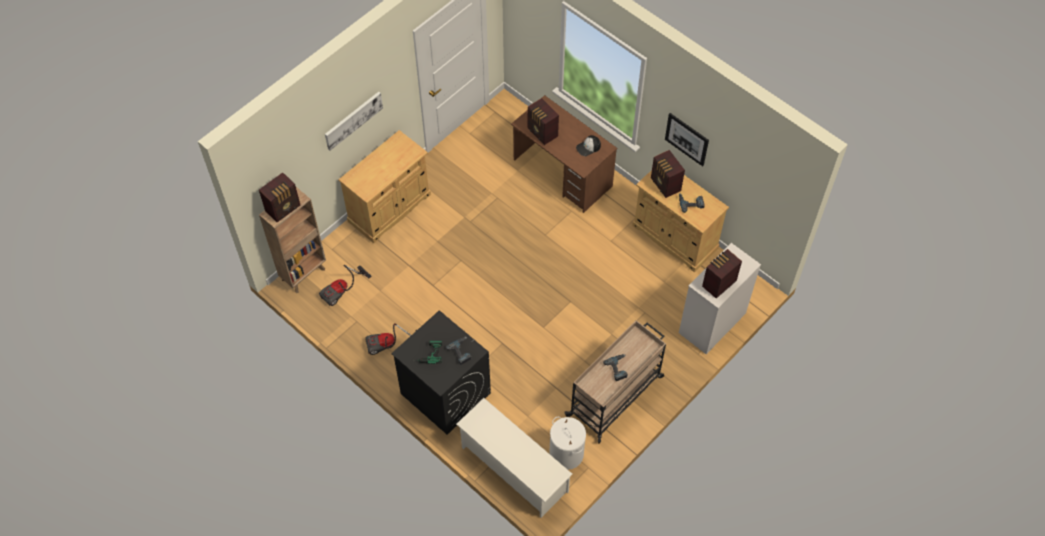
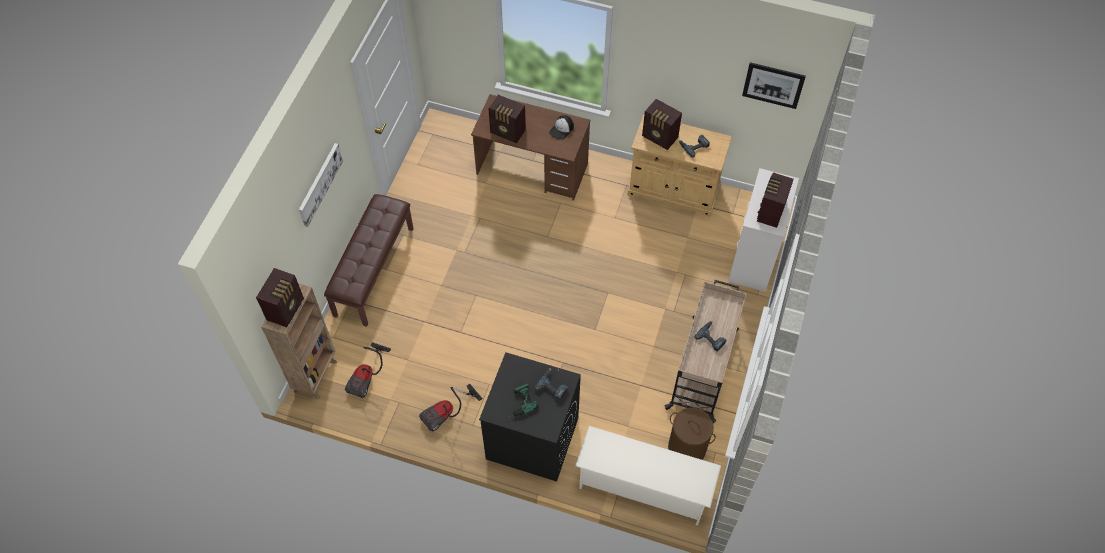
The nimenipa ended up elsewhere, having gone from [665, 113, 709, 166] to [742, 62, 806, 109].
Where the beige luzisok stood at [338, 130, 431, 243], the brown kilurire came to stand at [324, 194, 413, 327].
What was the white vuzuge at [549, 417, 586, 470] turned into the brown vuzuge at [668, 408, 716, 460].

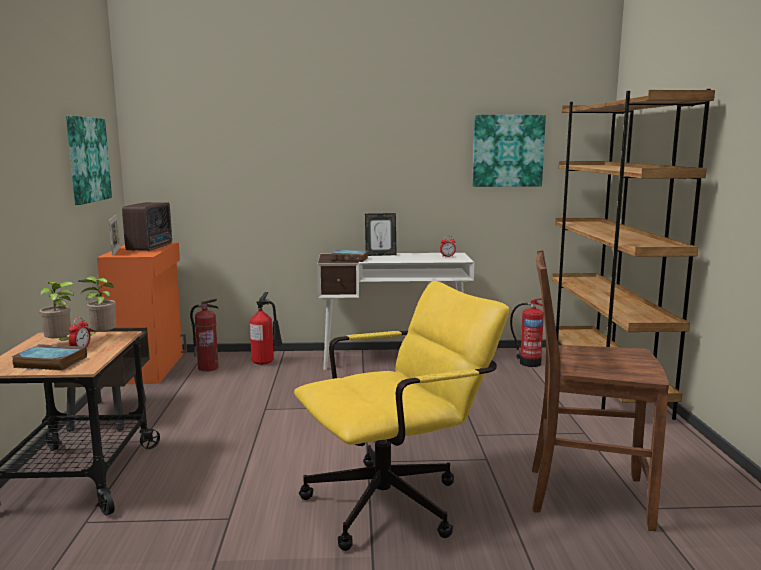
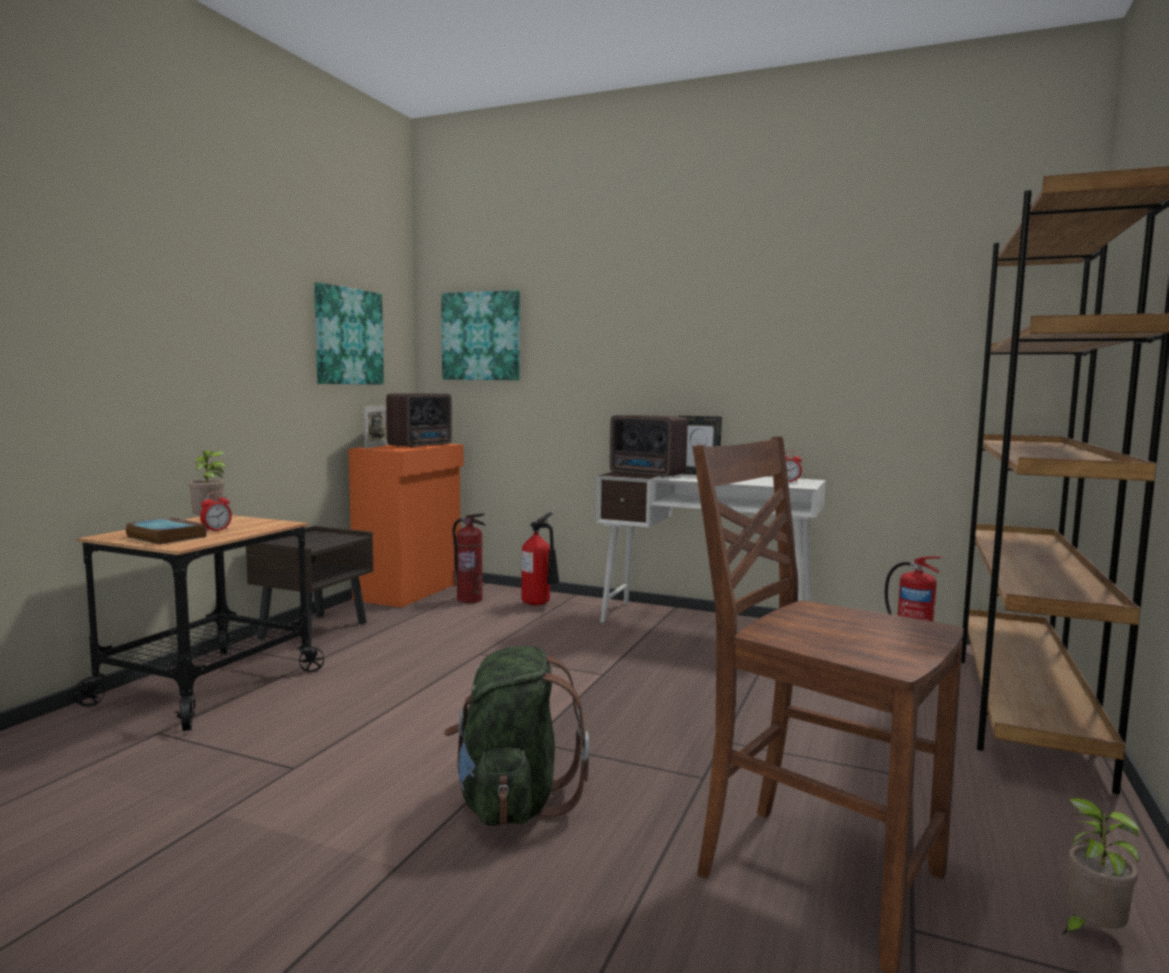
The nimenipa ended up elsewhere, having gone from [472, 115, 546, 187] to [441, 290, 520, 380].
Where the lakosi stood at [331, 250, 368, 262], the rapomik came to stand at [610, 415, 688, 478].
The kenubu ended up elsewhere, having gone from [77, 276, 116, 336] to [1061, 798, 1140, 935].
Where the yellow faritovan stood at [294, 281, 509, 551], the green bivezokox came to stand at [444, 646, 589, 826].

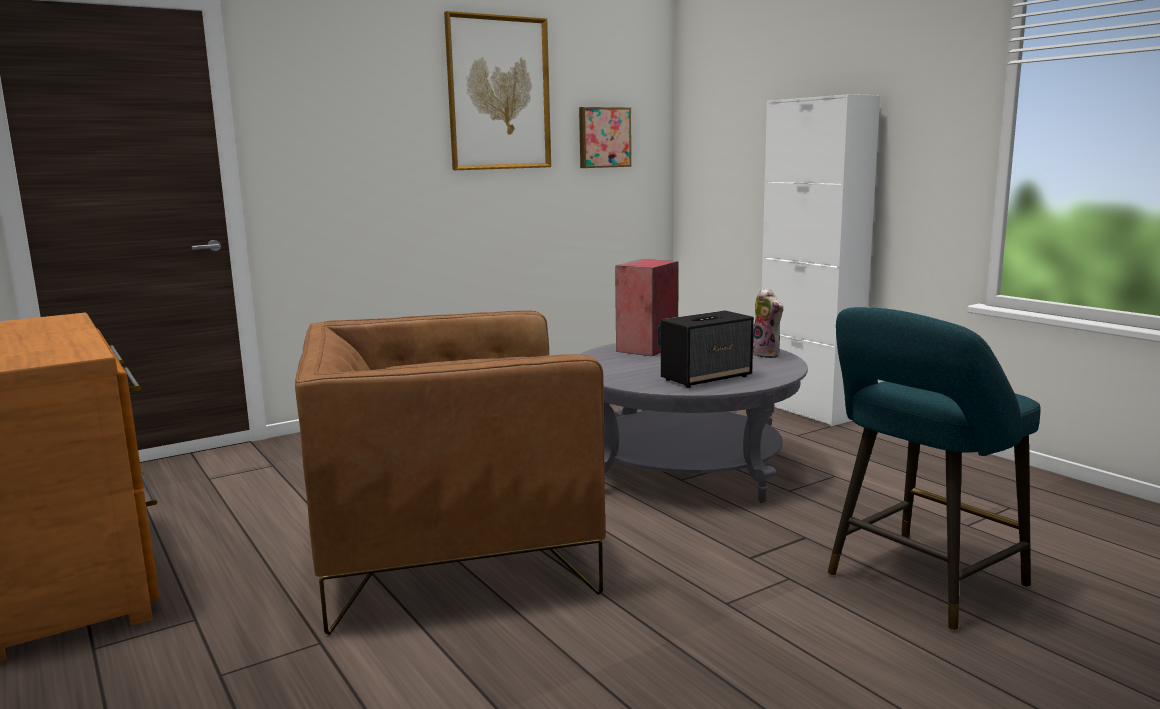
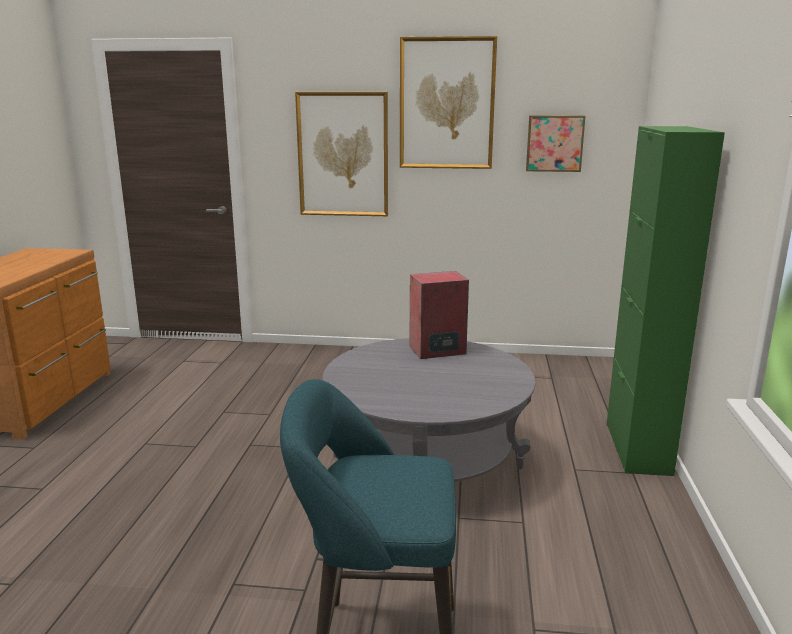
What was the white luzisok at [762, 94, 880, 426] turned into the green luzisok at [606, 126, 725, 476].
The second view lost the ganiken at [753, 288, 784, 358].
The second view lost the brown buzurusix at [295, 310, 605, 635].
The second view lost the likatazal at [661, 311, 754, 388].
The second view gained the nimenipa at [295, 92, 388, 216].

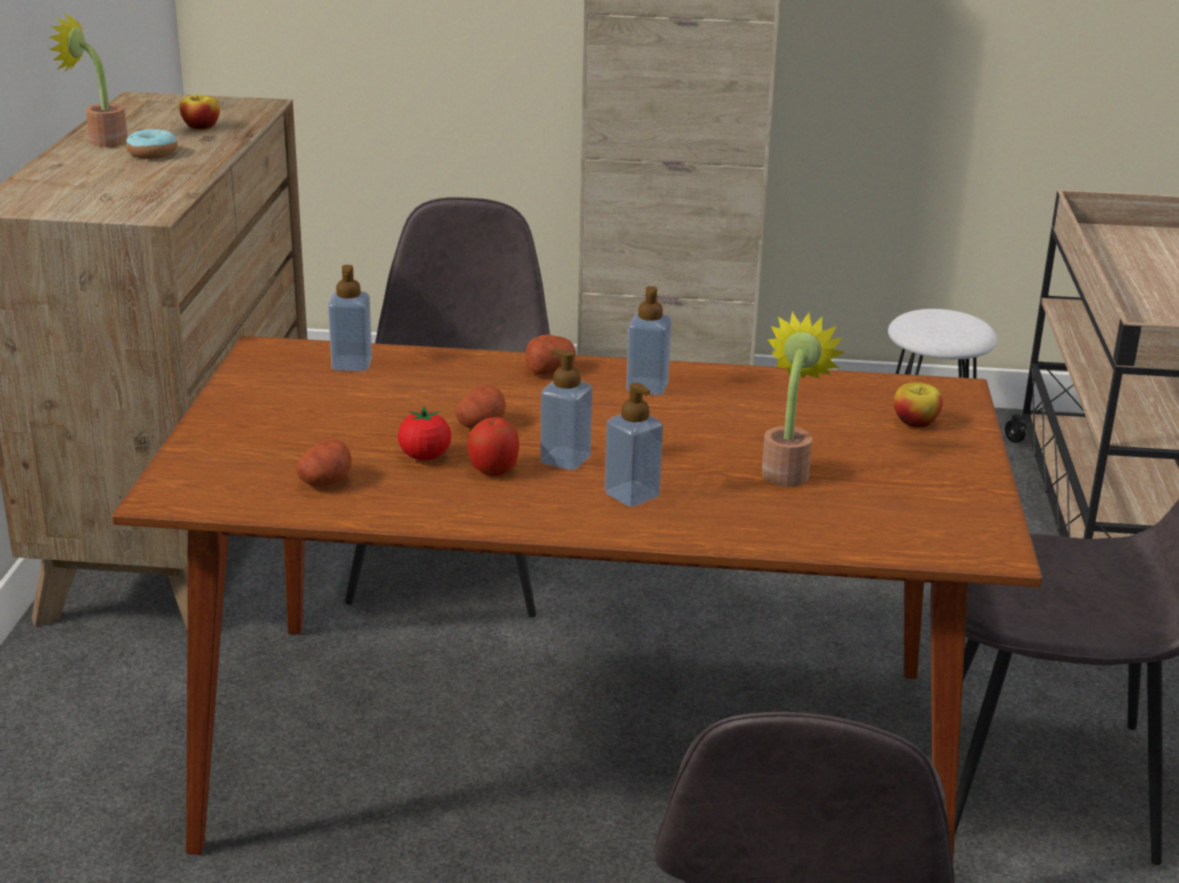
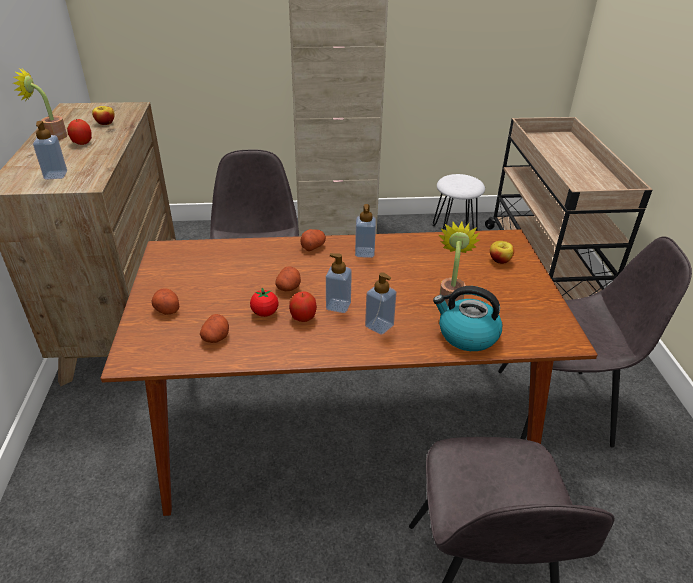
Where the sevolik stood at [126, 129, 177, 159], the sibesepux came to stand at [67, 119, 92, 145].
The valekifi ended up elsewhere, having gone from [328, 265, 372, 371] to [33, 121, 67, 180].
The second view gained the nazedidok at [433, 286, 502, 351].
The second view gained the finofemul at [152, 288, 180, 315].

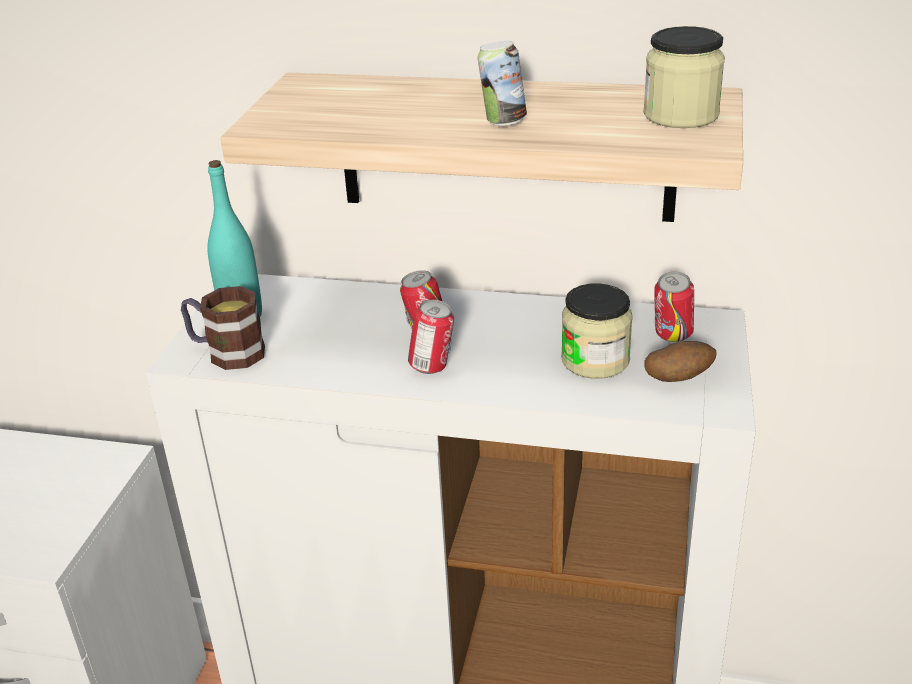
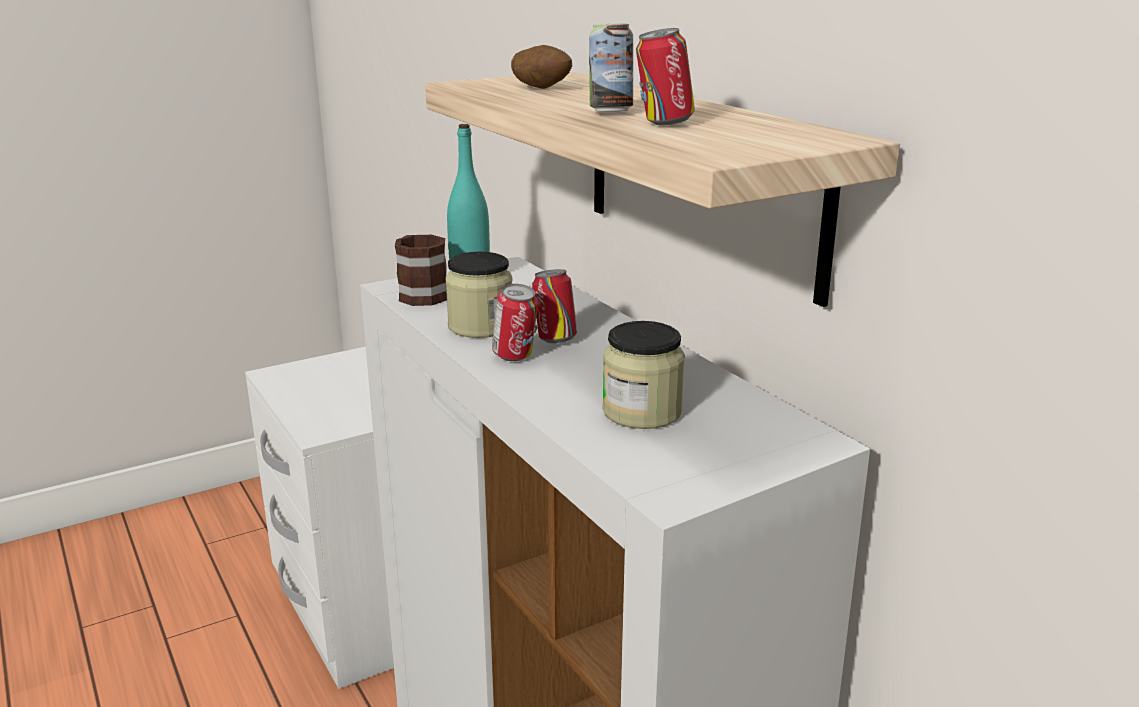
The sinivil ended up elsewhere, having gone from [643, 26, 725, 128] to [445, 252, 512, 338].
The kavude ended up elsewhere, having gone from [654, 272, 694, 342] to [636, 28, 695, 125].
The finofemul ended up elsewhere, having gone from [644, 341, 717, 382] to [511, 45, 572, 89].

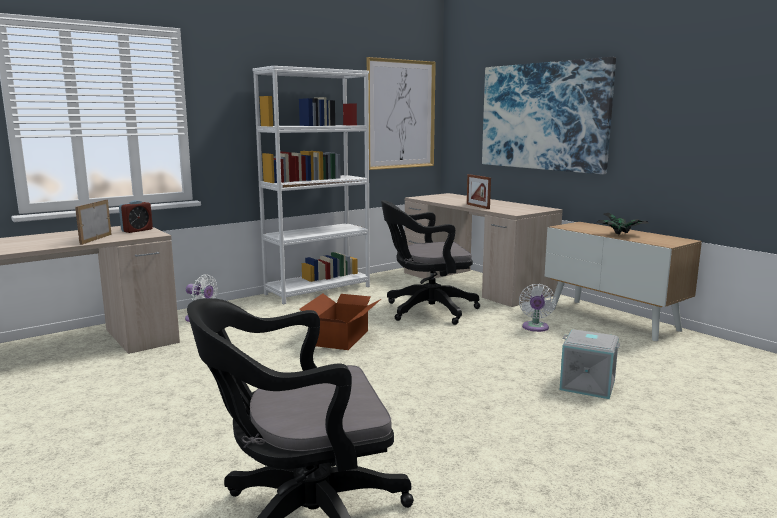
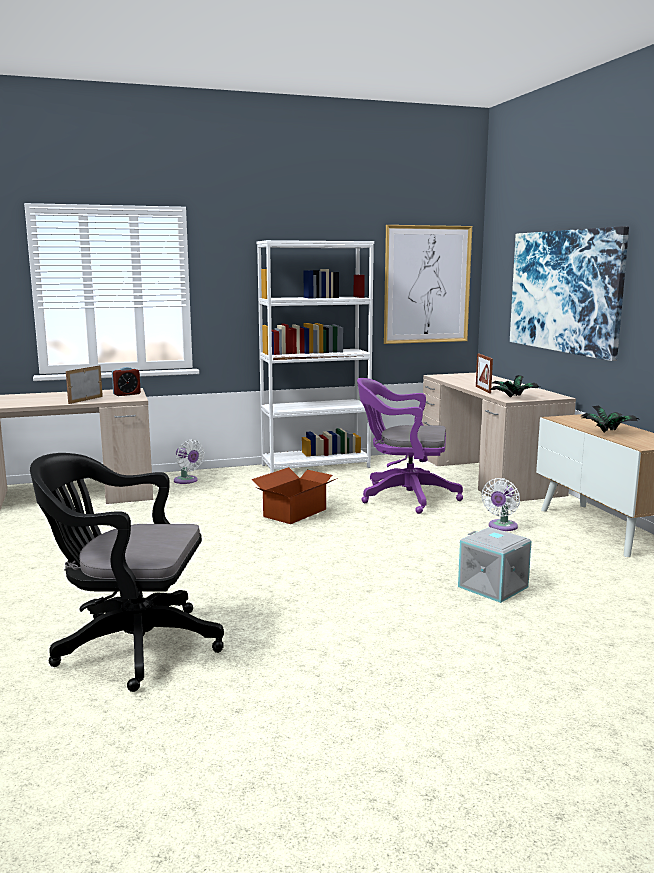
What was the black faritovan at [381, 200, 480, 325] turned into the purple faritovan at [357, 378, 463, 514].
The second view gained the kenubu at [490, 375, 540, 398].

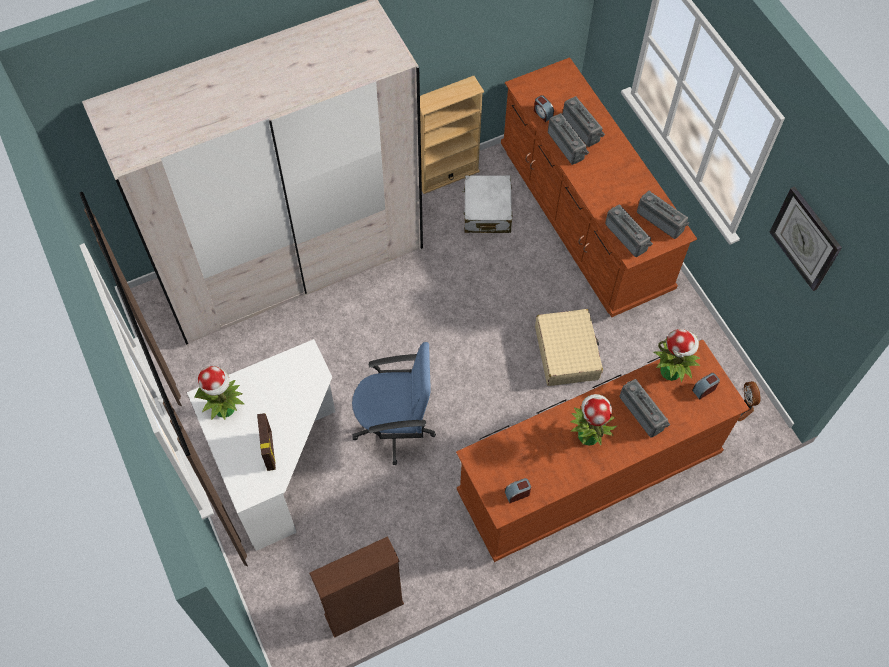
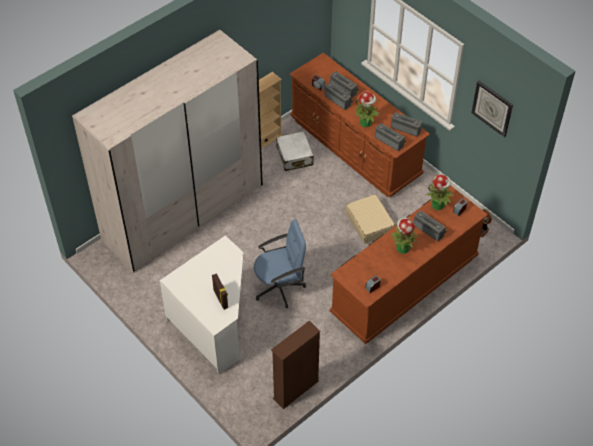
The kenubu ended up elsewhere, having gone from [194, 366, 244, 420] to [354, 91, 380, 127].

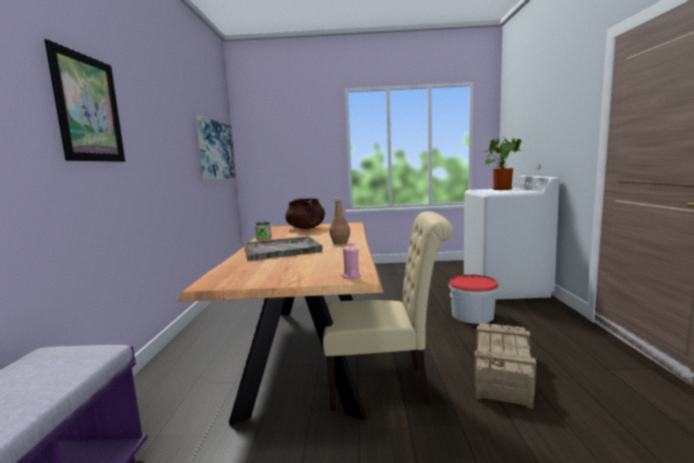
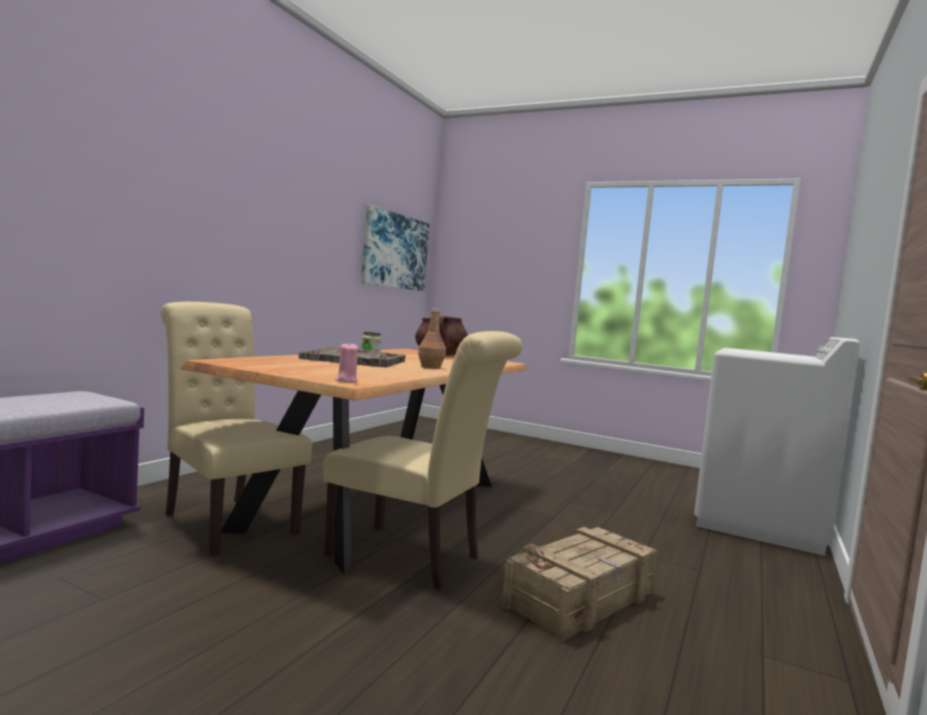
The second view lost the nimenipa at [44, 39, 125, 162].
The second view lost the kenubu at [483, 137, 522, 190].
The second view lost the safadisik at [449, 274, 499, 324].
The second view gained the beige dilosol at [161, 302, 312, 556].

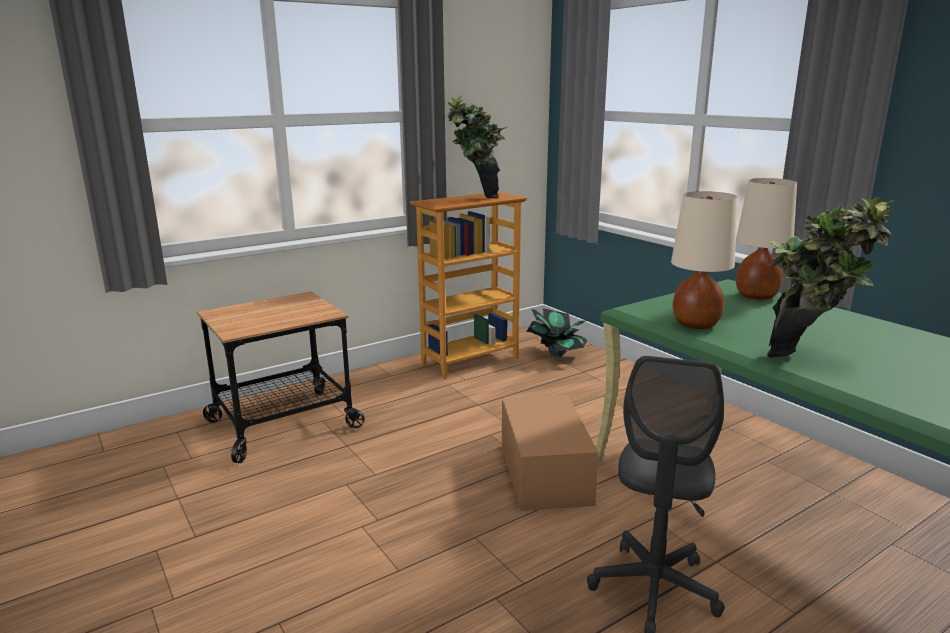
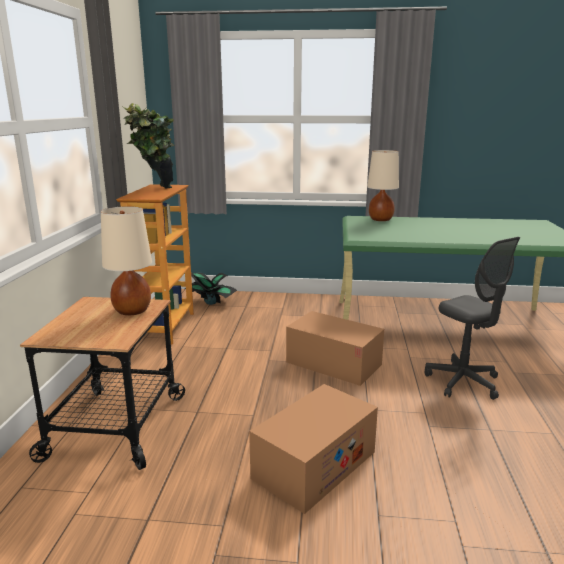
The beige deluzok ended up elsewhere, having gone from [671, 191, 737, 329] to [101, 206, 152, 315].
The second view lost the kenubu at [767, 197, 895, 358].
The second view gained the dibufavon at [249, 384, 378, 514].

